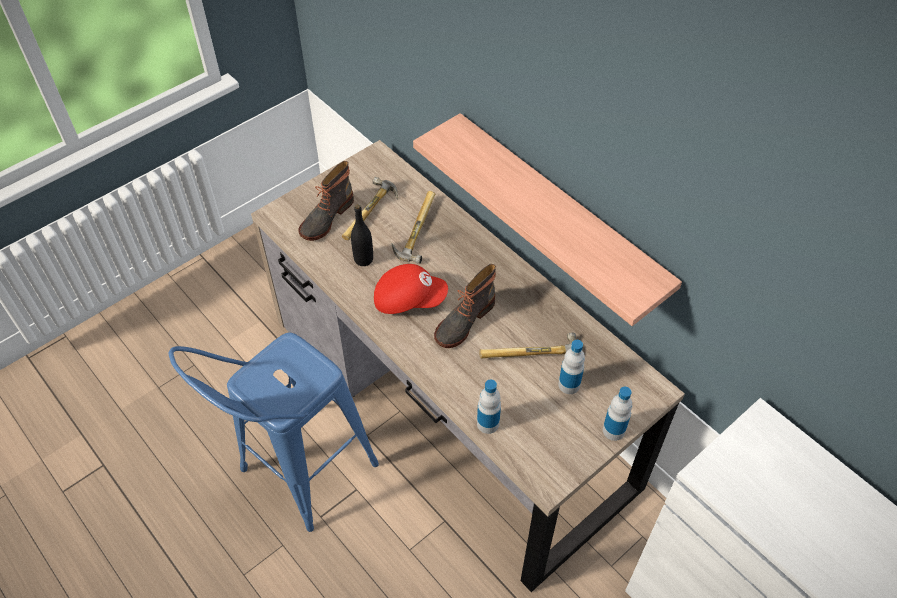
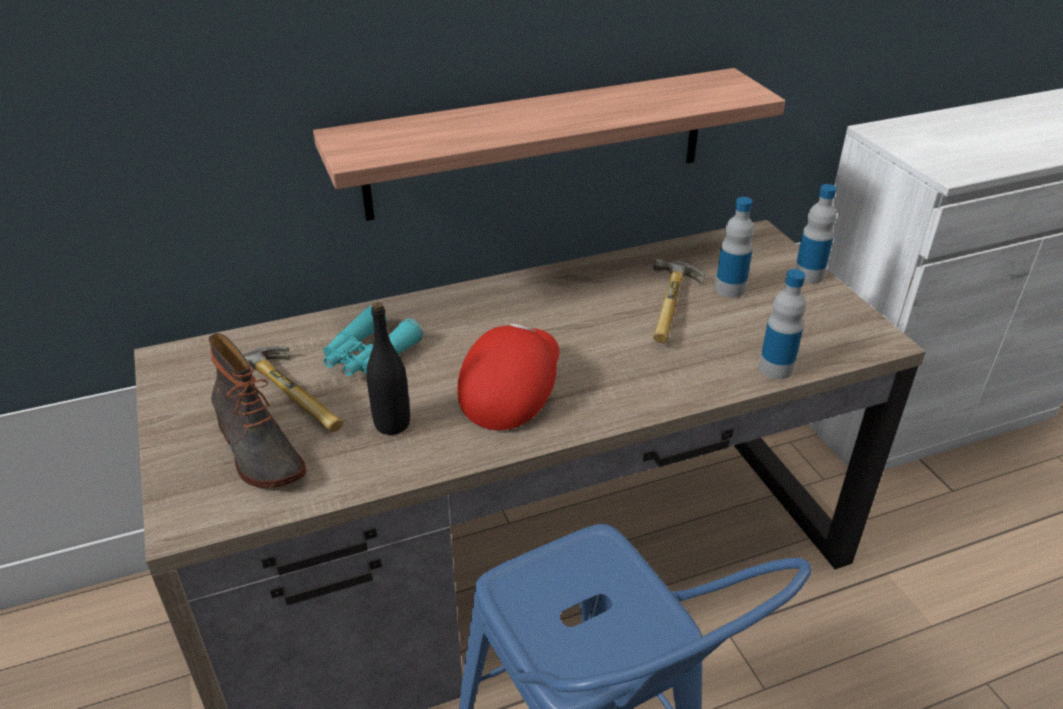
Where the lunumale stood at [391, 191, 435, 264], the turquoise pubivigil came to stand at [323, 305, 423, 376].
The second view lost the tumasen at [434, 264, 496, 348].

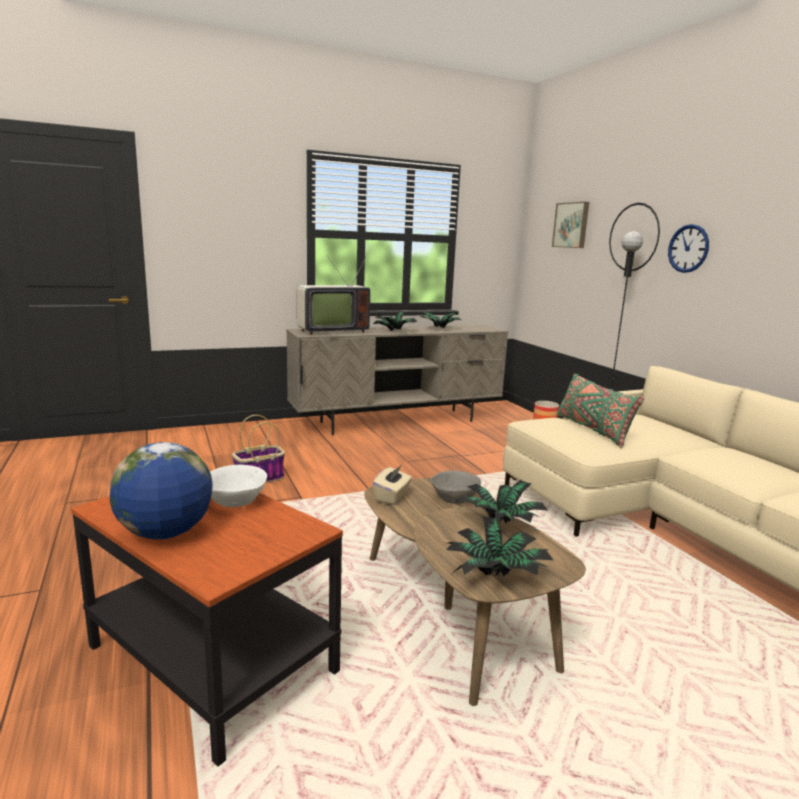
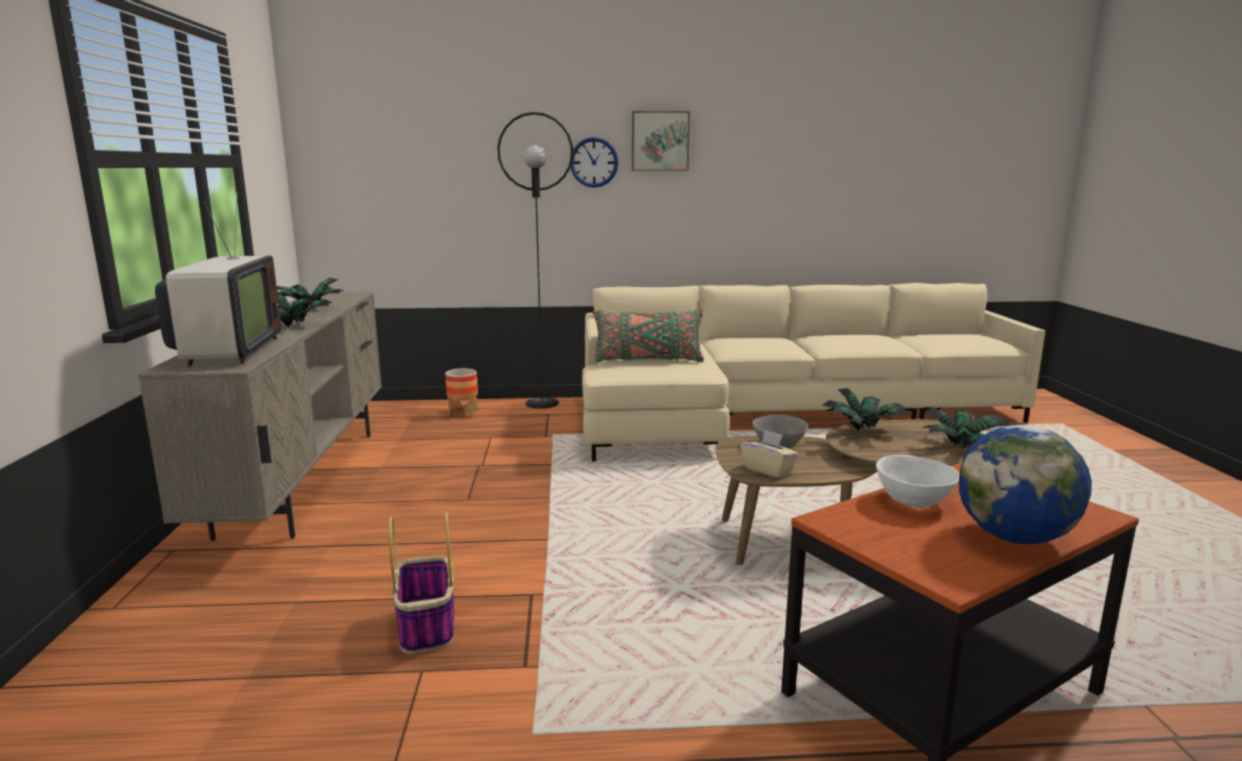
The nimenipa ended up elsewhere, having gone from [552, 202, 589, 248] to [632, 111, 690, 171].

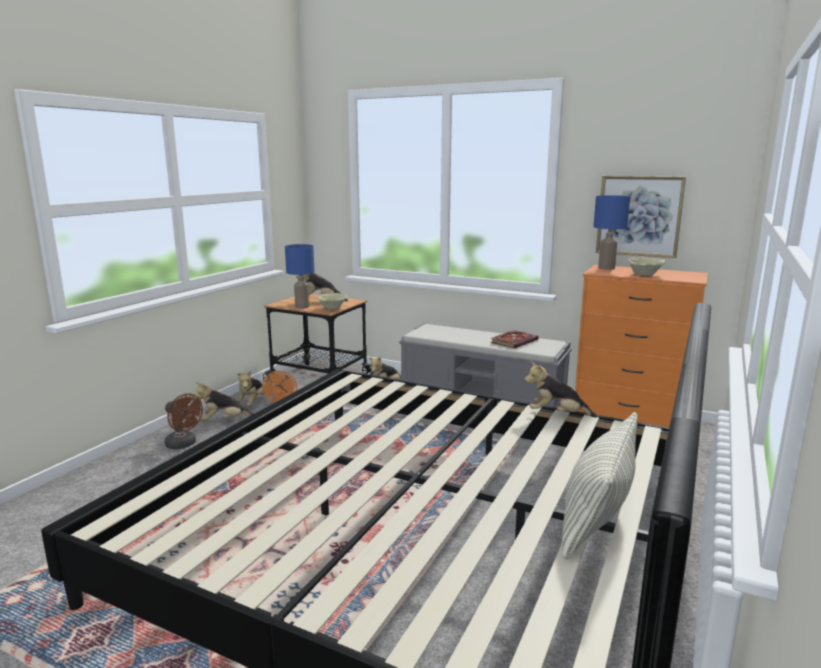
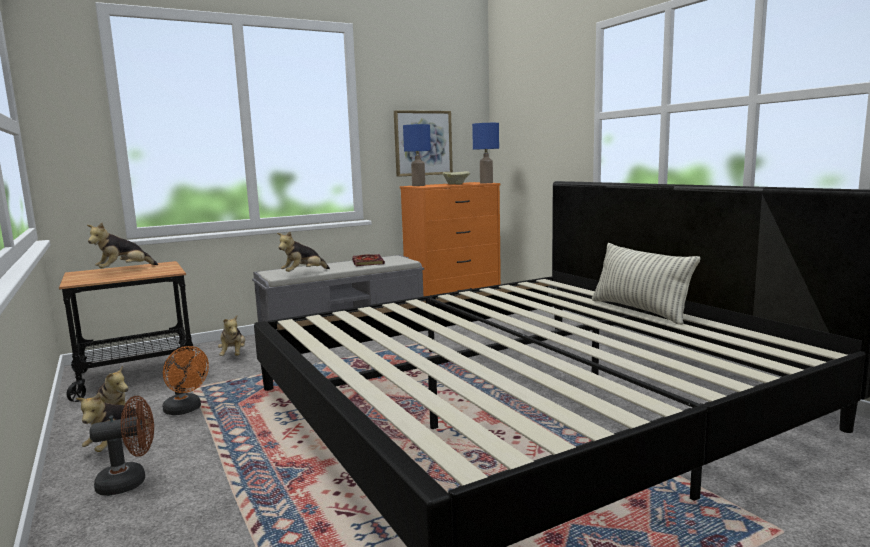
The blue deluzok ended up elsewhere, having gone from [285, 244, 315, 309] to [472, 123, 499, 183].
The second view lost the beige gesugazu at [318, 293, 348, 309].
The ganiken ended up elsewhere, having gone from [524, 361, 597, 418] to [277, 232, 330, 272].

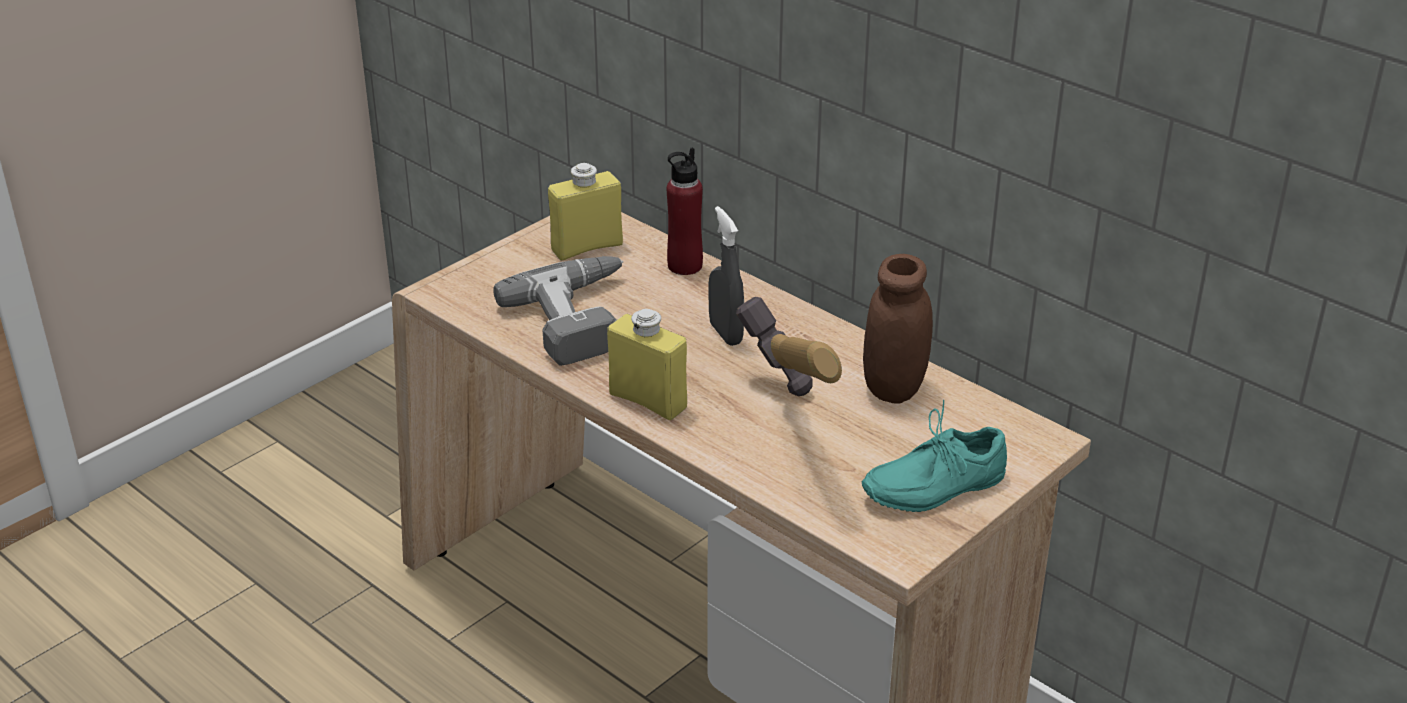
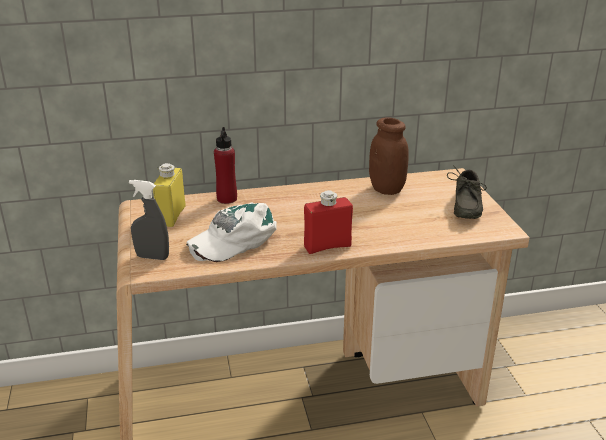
The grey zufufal ended up elsewhere, having gone from [708, 206, 744, 346] to [129, 180, 169, 260].
Where the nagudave stood at [493, 256, 623, 366], the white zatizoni came to stand at [186, 202, 277, 262].
The second view lost the lunumale at [736, 297, 842, 396].
What was the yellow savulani at [607, 309, 687, 420] turned into the red savulani at [304, 190, 353, 254].
What was the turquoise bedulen at [862, 400, 1007, 512] turned into the grey bedulen at [447, 165, 487, 219].

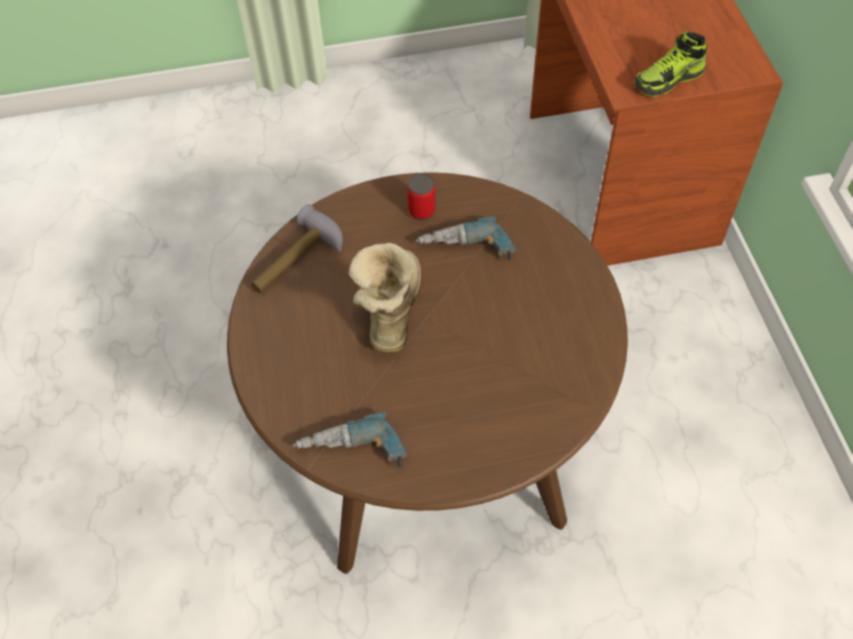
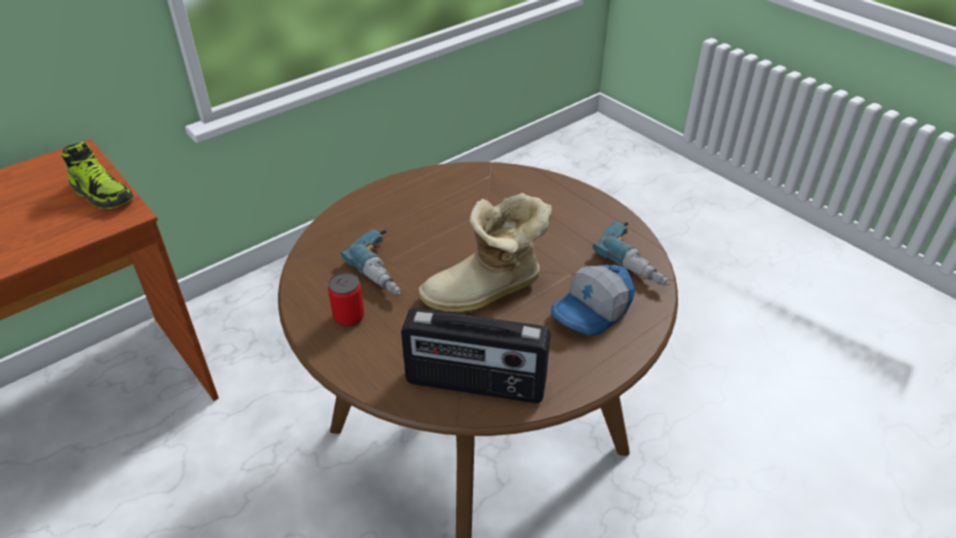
Where the lunumale stood at [251, 204, 343, 293], the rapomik came to stand at [401, 308, 551, 403].
The second view gained the zatizoni at [551, 265, 635, 336].

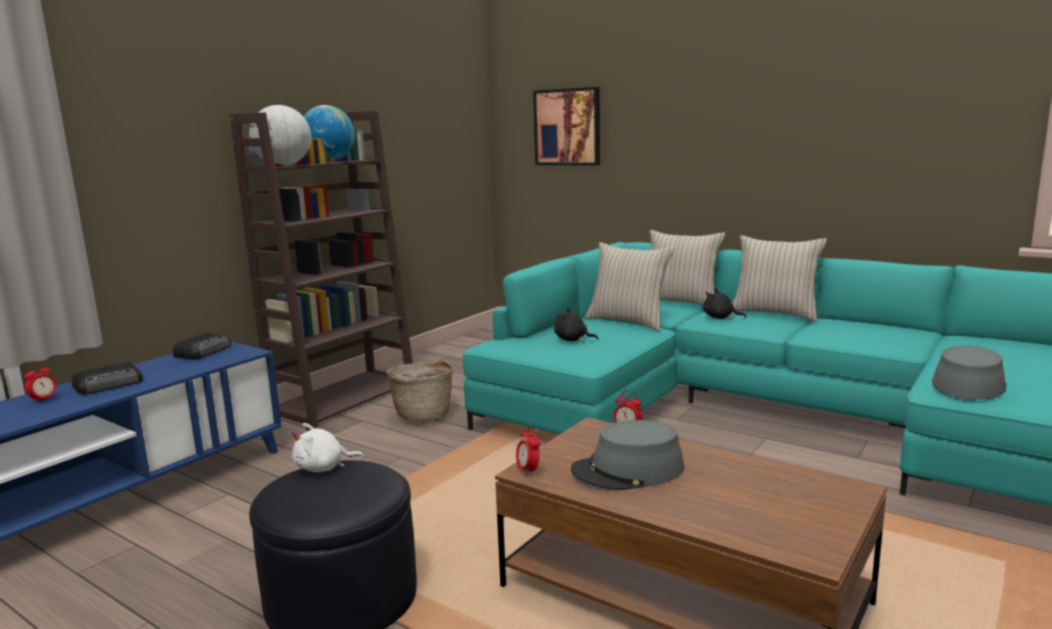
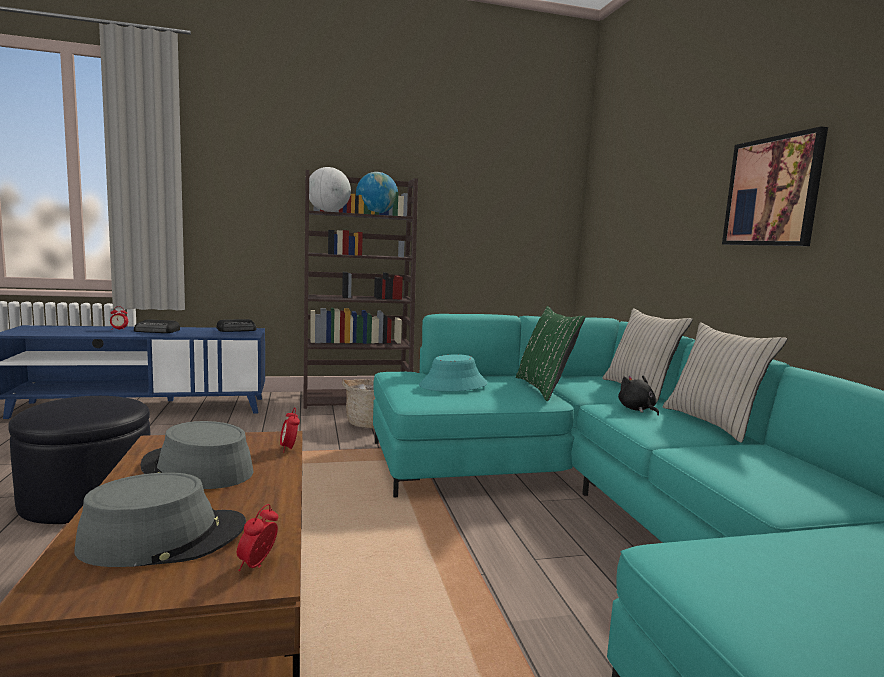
The nimenipa ended up elsewhere, having gone from [533, 87, 600, 166] to [722, 126, 828, 246].
What was the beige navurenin at [585, 242, 674, 331] turned into the green navurenin at [516, 306, 585, 401].
Where the black ganiken stood at [554, 308, 599, 342], the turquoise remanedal came to stand at [419, 354, 488, 392].
The grey remanedal ended up elsewhere, having gone from [932, 346, 1006, 400] to [74, 472, 246, 567].
The second view lost the white ganiken at [292, 423, 364, 472].
The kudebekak ended up elsewhere, having gone from [516, 427, 541, 477] to [237, 504, 278, 571].

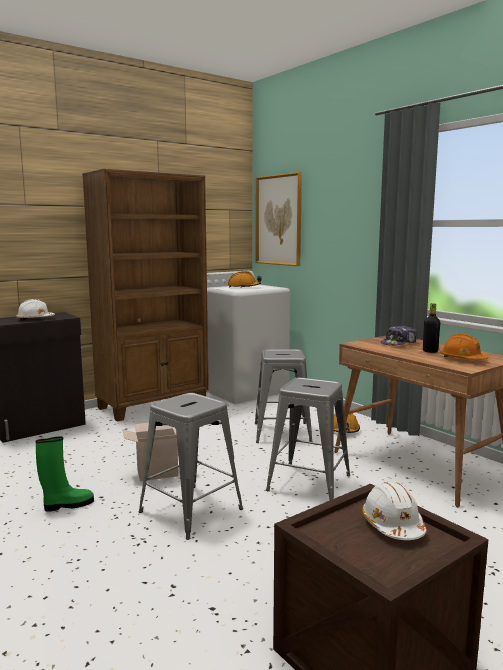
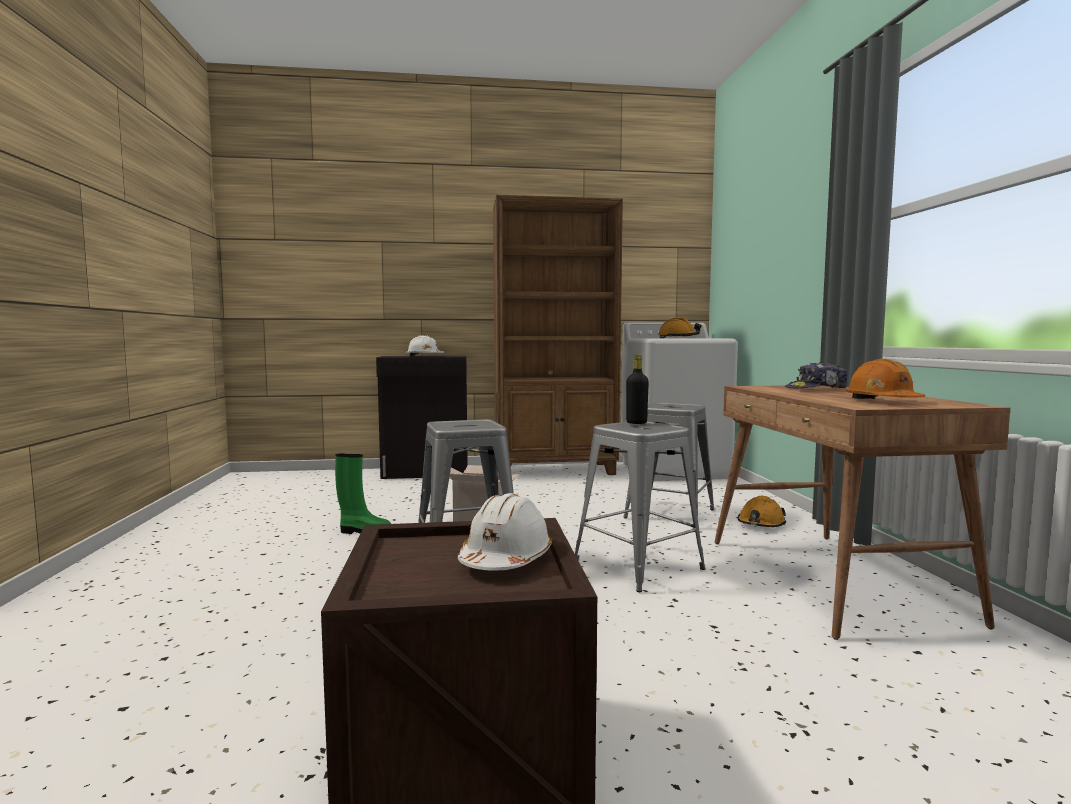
The second view lost the nimenipa at [256, 172, 302, 266].
The black savulani ended up elsewhere, having gone from [423, 303, 440, 353] to [626, 354, 649, 424].

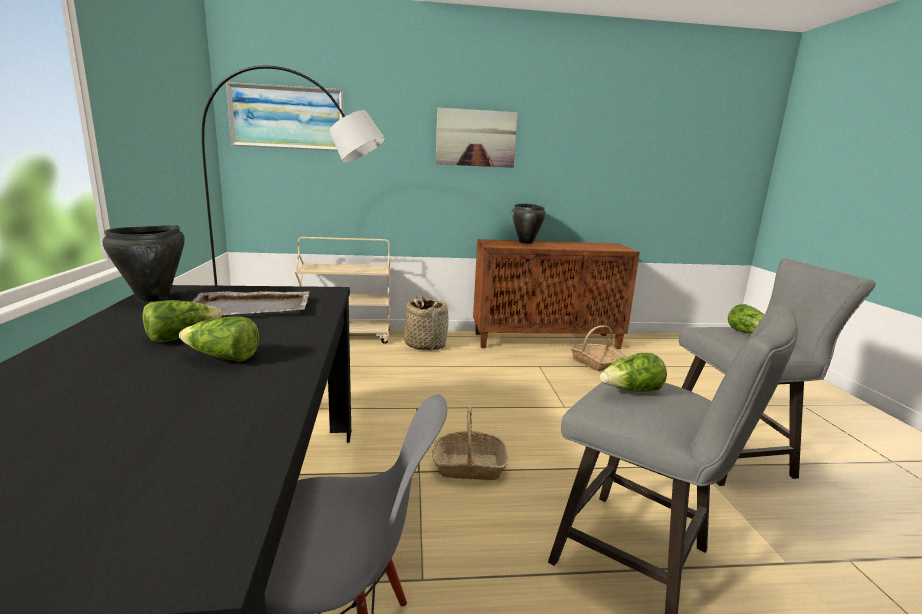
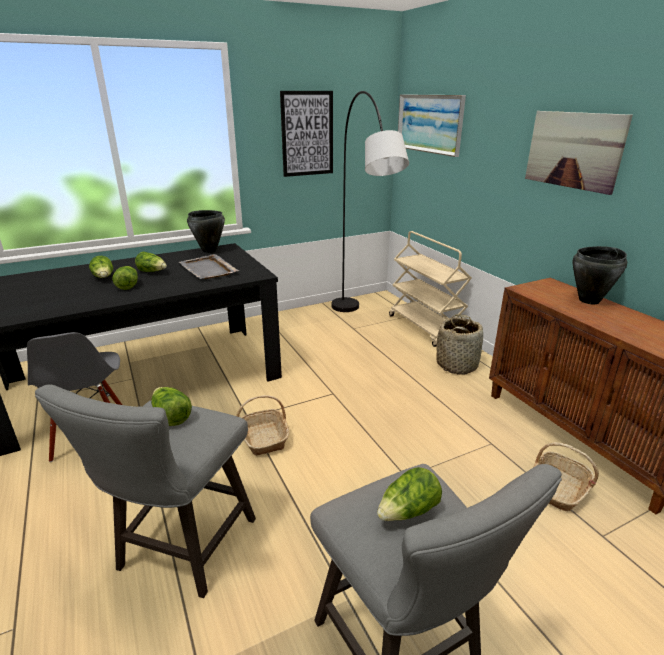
The second view gained the nimenipa at [280, 91, 333, 177].
The second view gained the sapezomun at [89, 256, 113, 278].

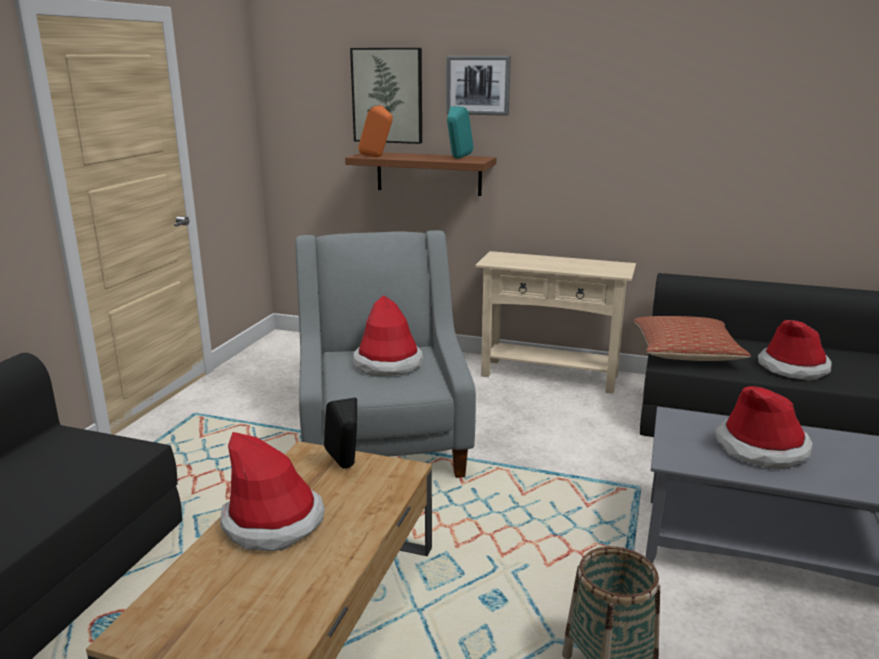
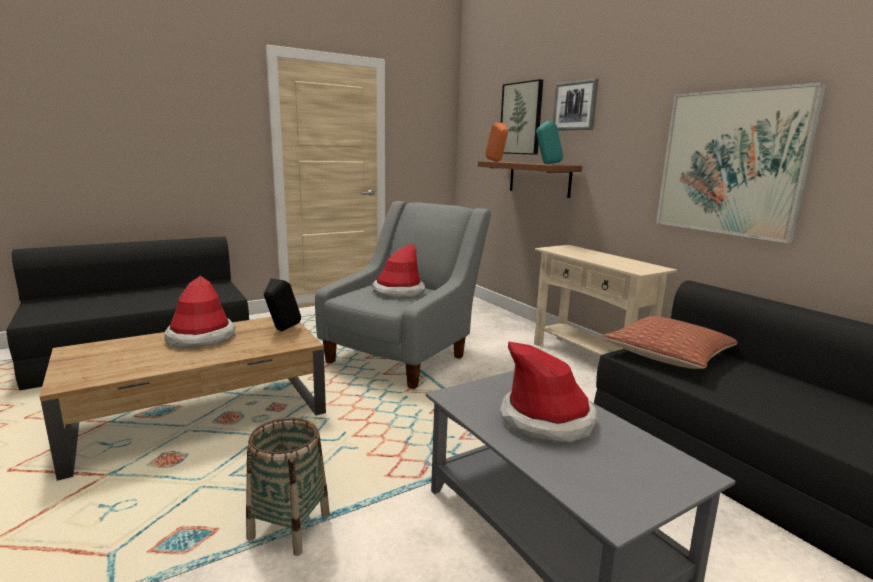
The second view lost the remanedal at [758, 320, 832, 381].
The second view gained the nimenipa at [656, 82, 827, 243].

